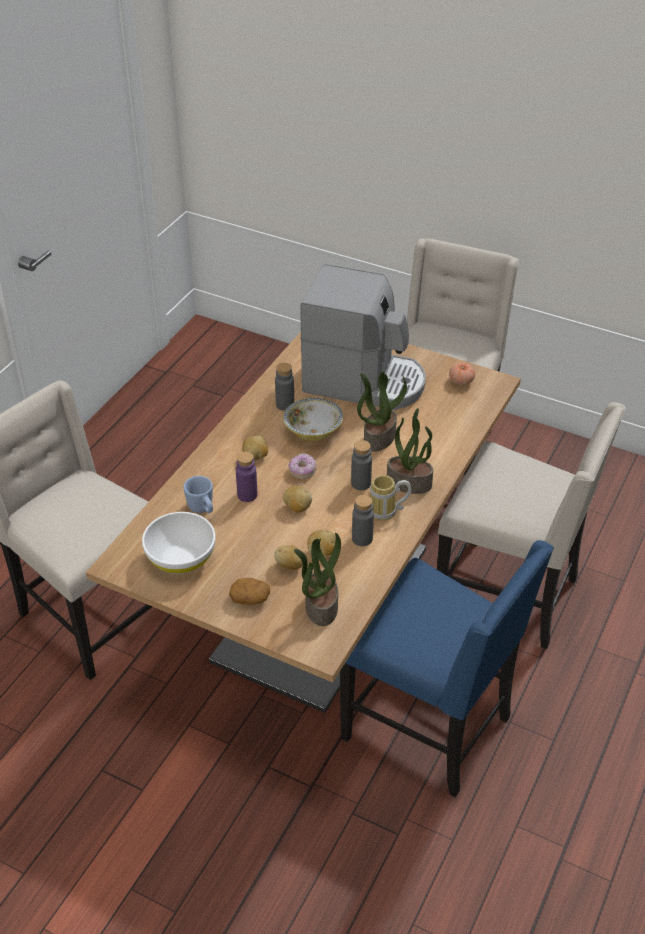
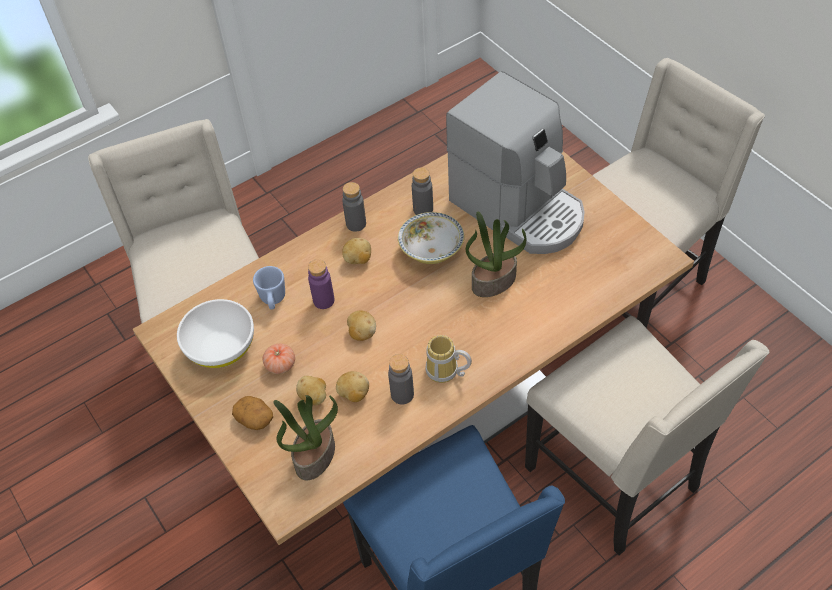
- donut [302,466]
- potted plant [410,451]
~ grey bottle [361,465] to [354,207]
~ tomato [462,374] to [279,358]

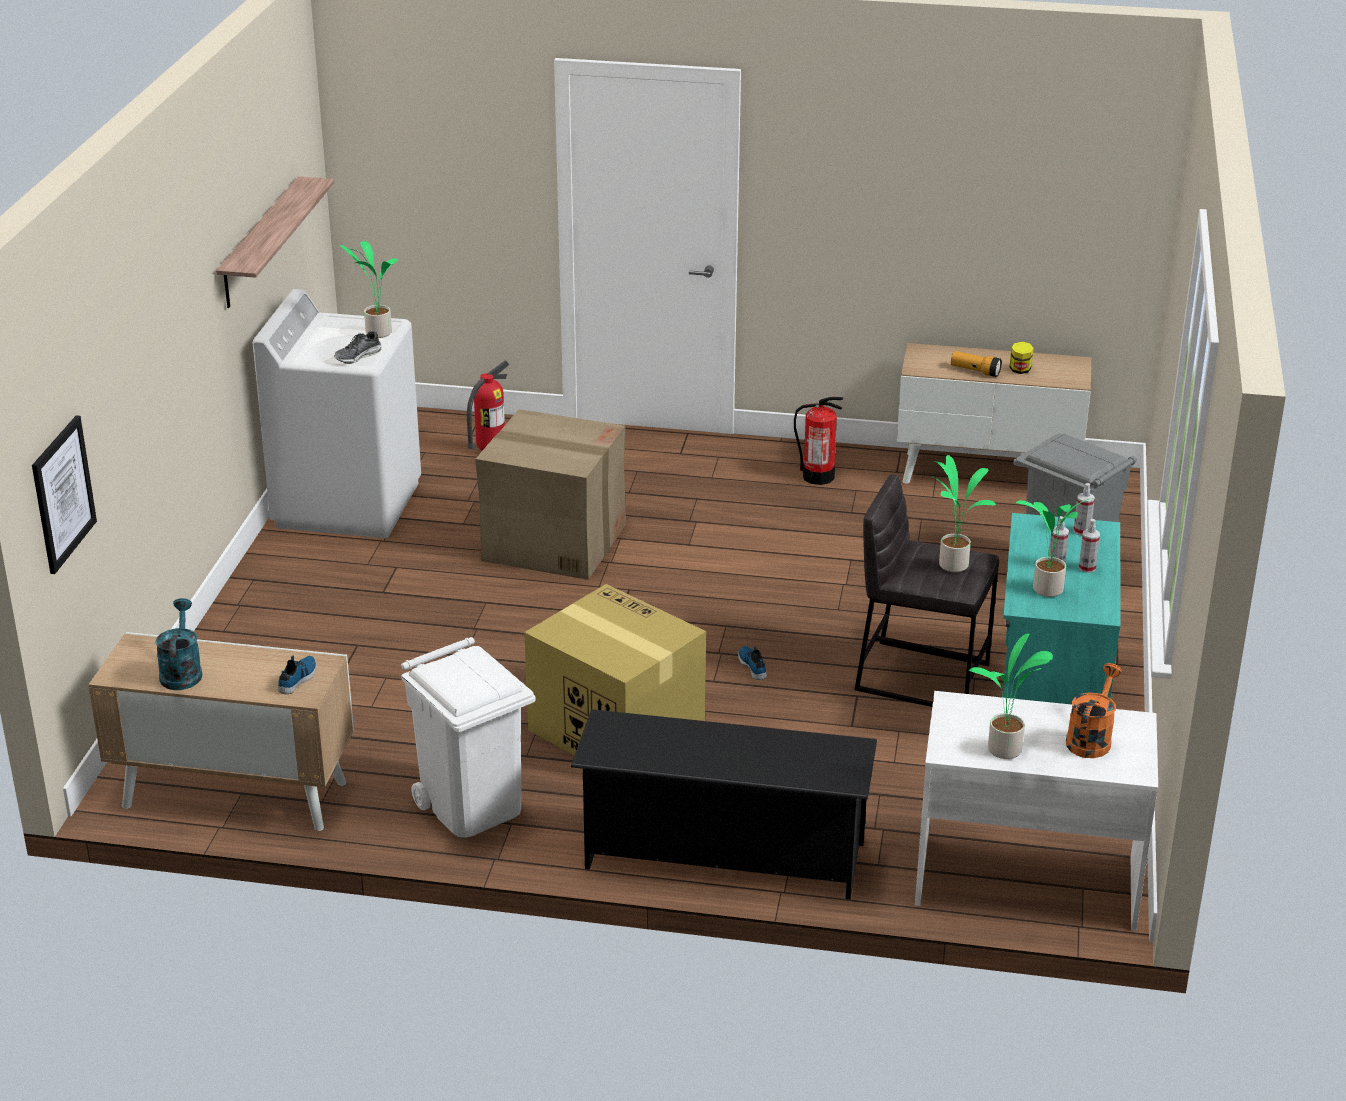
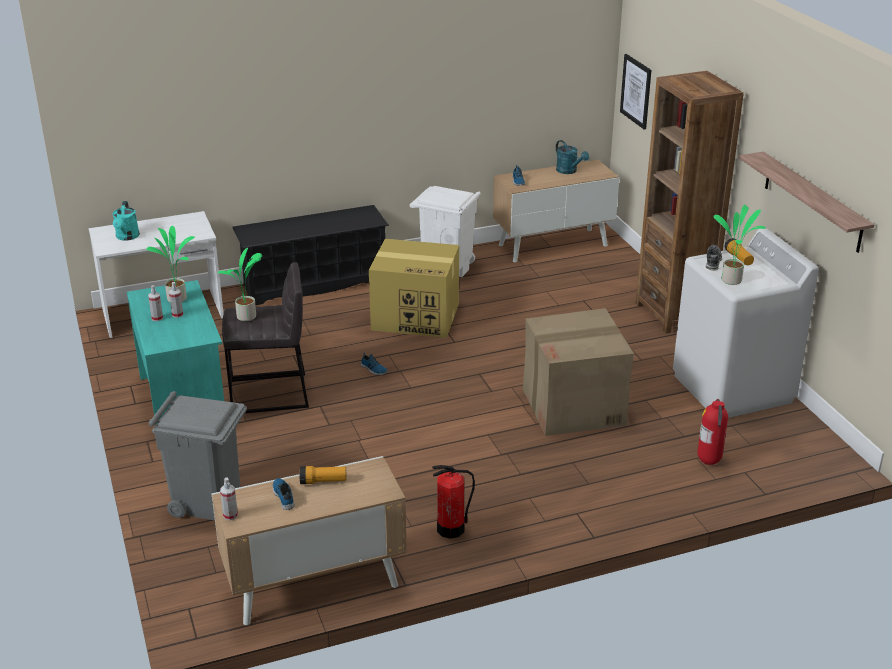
- potted plant [1011,696]
+ brown bookcase [690,202]
+ flashlight [739,251]
~ spray bottle [1084,509] to [229,498]
~ jar [1021,357] to shoe [284,494]
~ orange watering can [1094,710] to turquoise watering can [126,221]

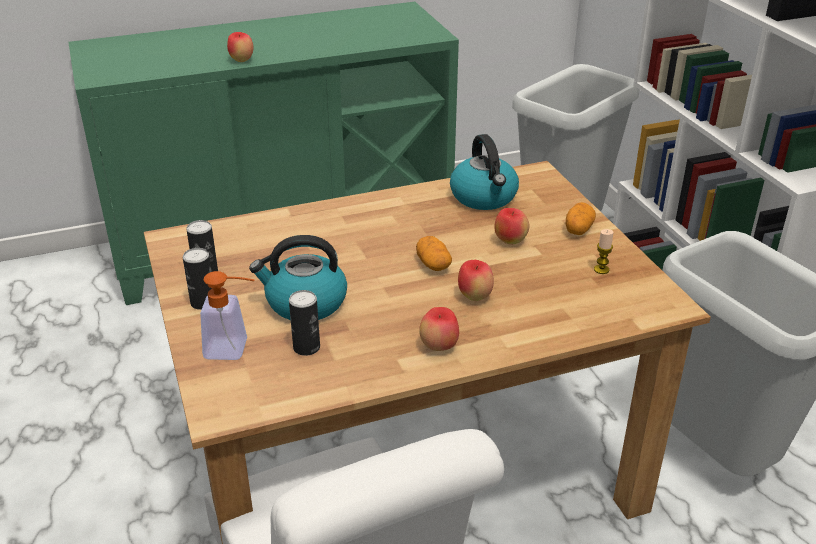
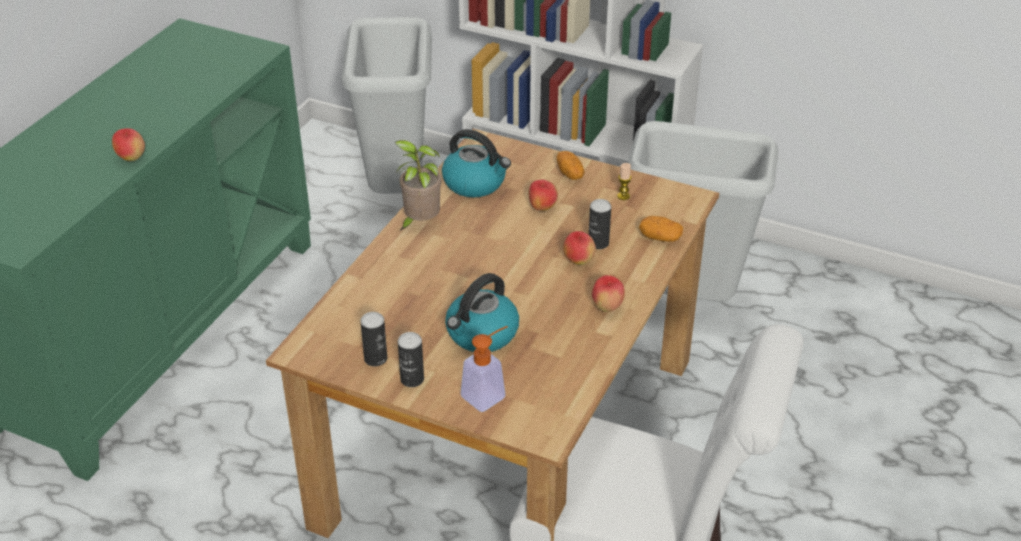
+ potted plant [416,185]
~ can [304,323] to [600,224]
~ potato [434,253] to [661,229]

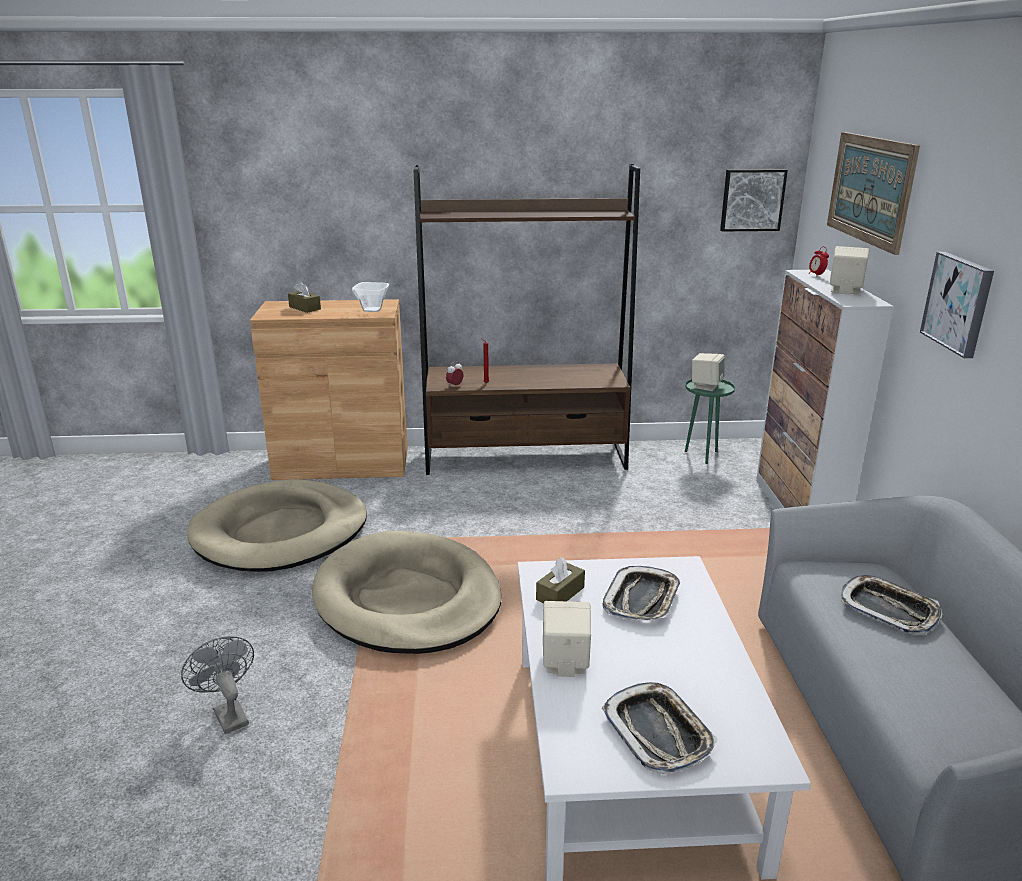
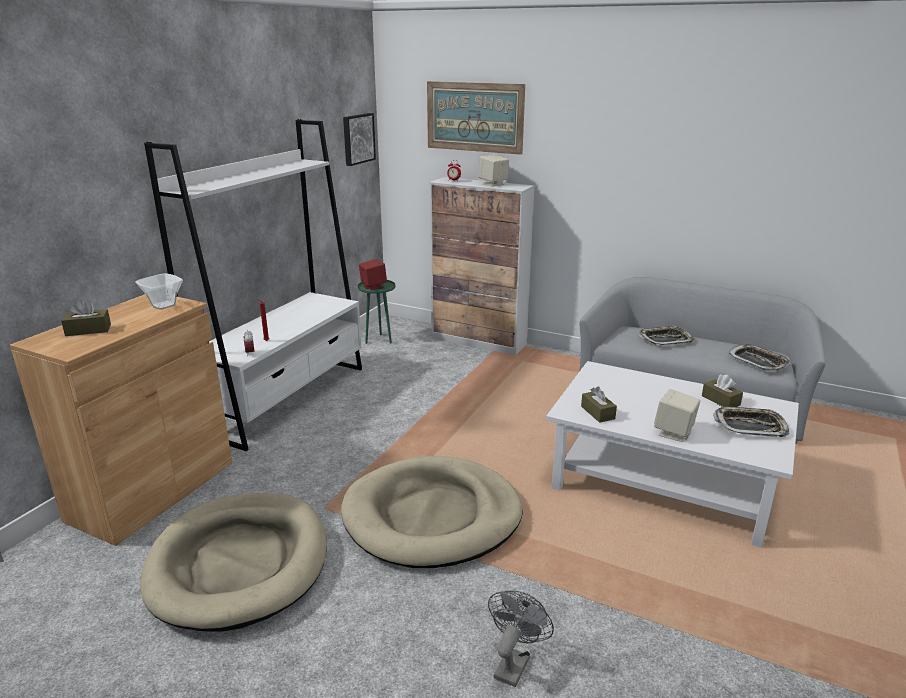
- picture [957,305]
+ brown tissue box [722,390]
~ tray [641,593] to [759,358]
~ brown bookcase [527,319] to white bookcase [253,285]
~ beige speaker [708,372] to red speaker [373,274]
~ grey fan [217,685] = [521,638] 120 degrees clockwise

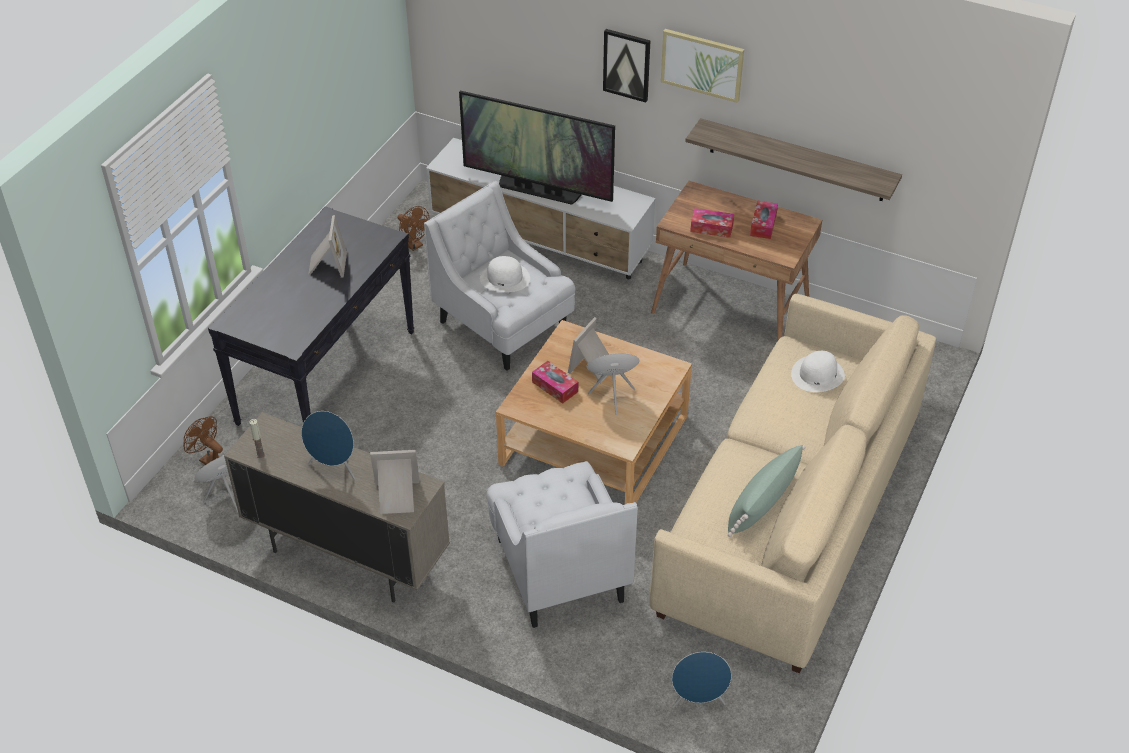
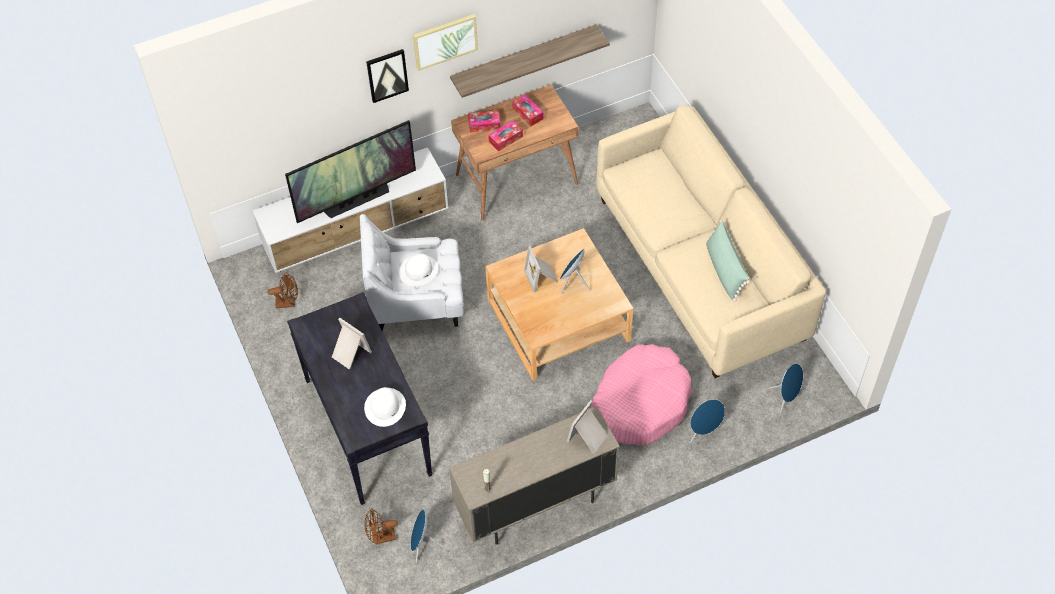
~ blue speaker [328,445] to [707,420]
~ tissue box [555,382] to [484,121]
~ white hat [818,371] to [385,407]
~ white armchair [562,544] to pink dog bed [641,394]

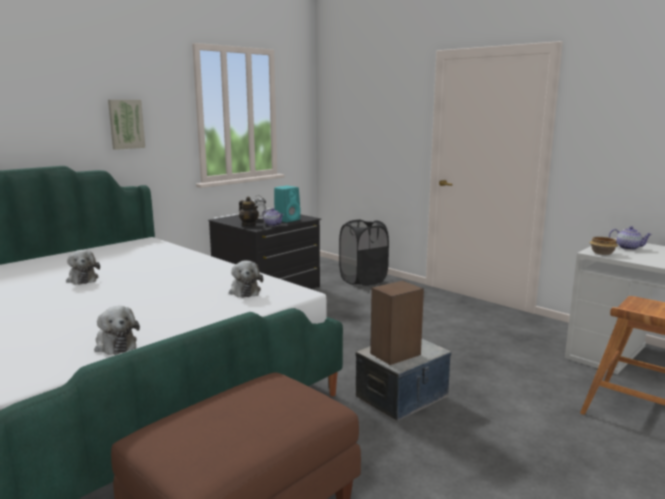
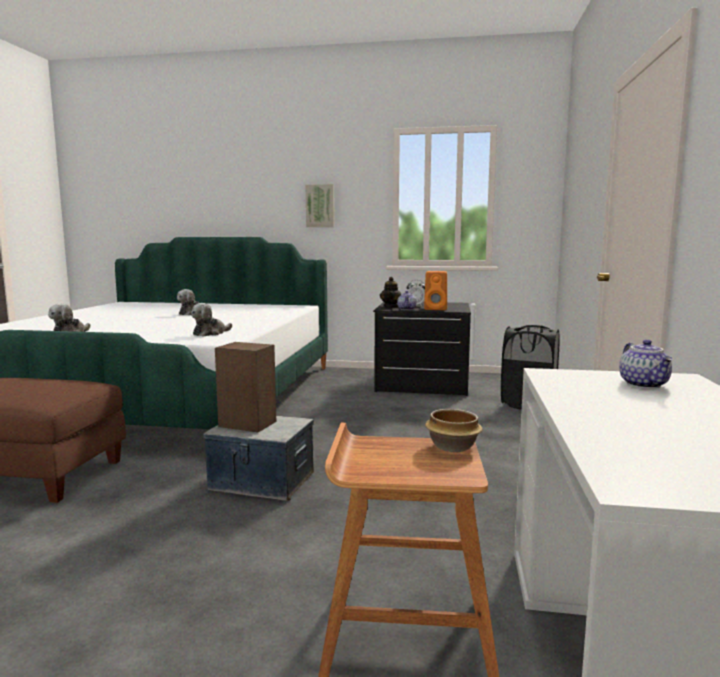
~ bowl [603,245] to [454,430]
~ turquoise speaker [287,204] to orange speaker [435,290]

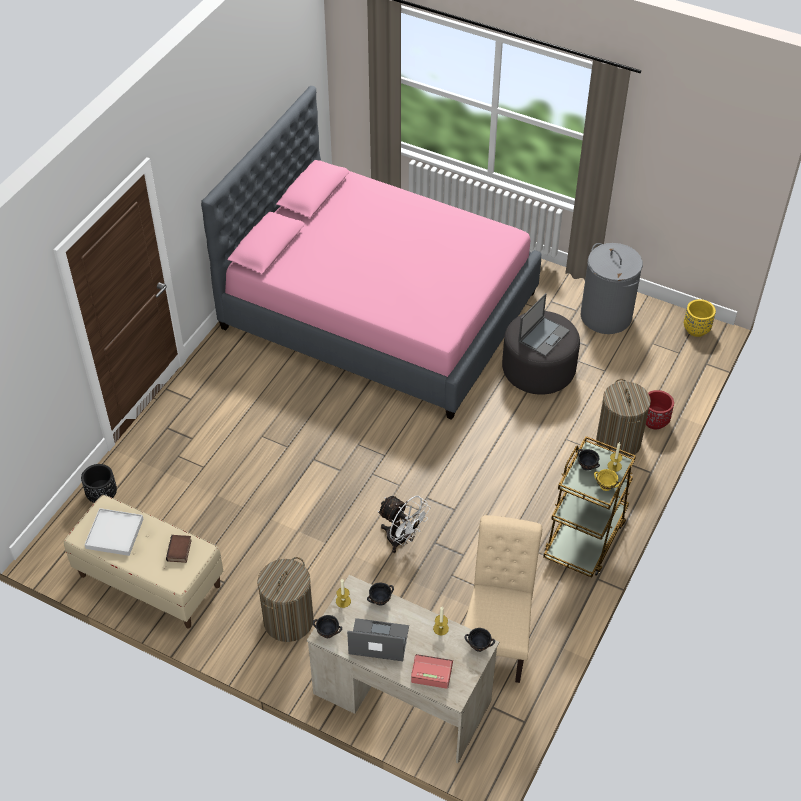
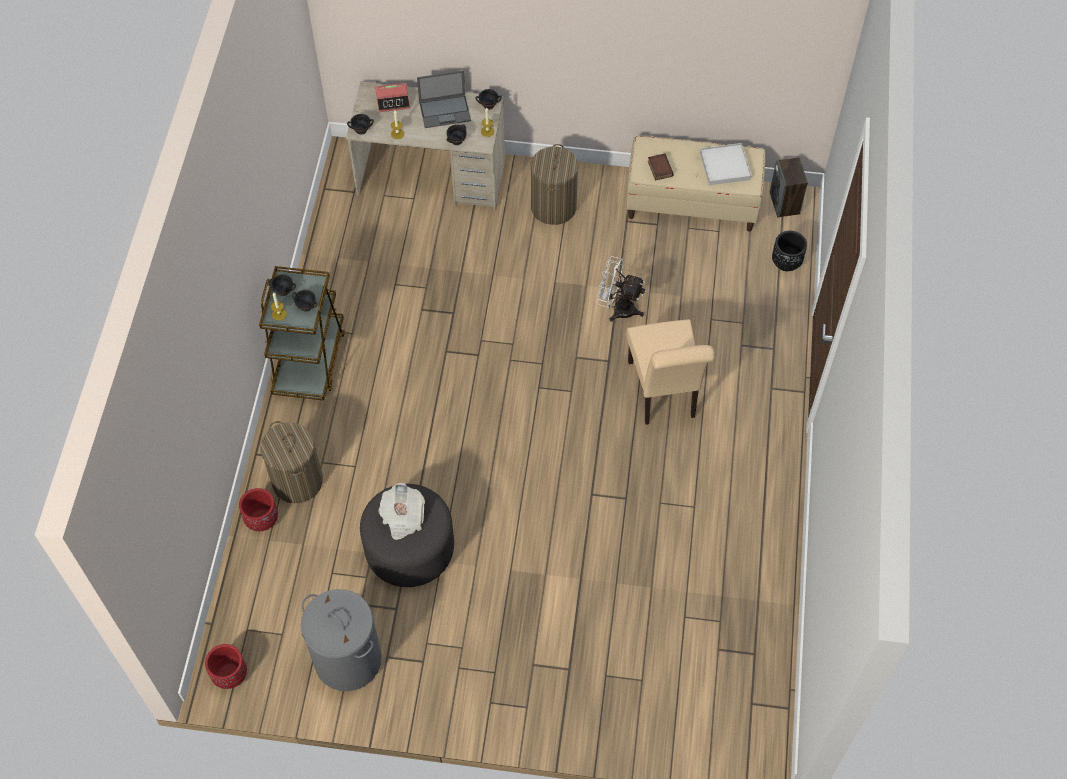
- pink bed [371,253]
+ speaker [789,187]
~ white fan [403,524] to [621,289]
~ beige chair [503,599] to [670,372]
~ laptop [544,324] to newspaper [401,511]
~ yellow bowl [607,480] to black bowl [282,285]
~ yellow planter [700,318] to red planter [226,666]

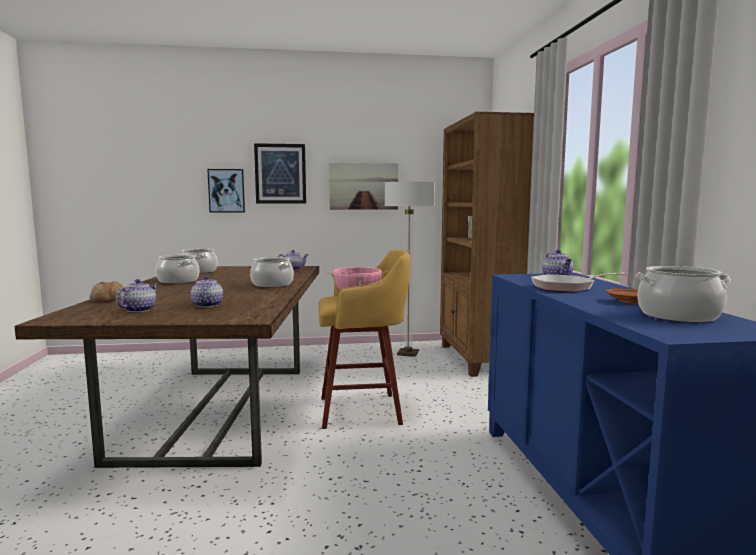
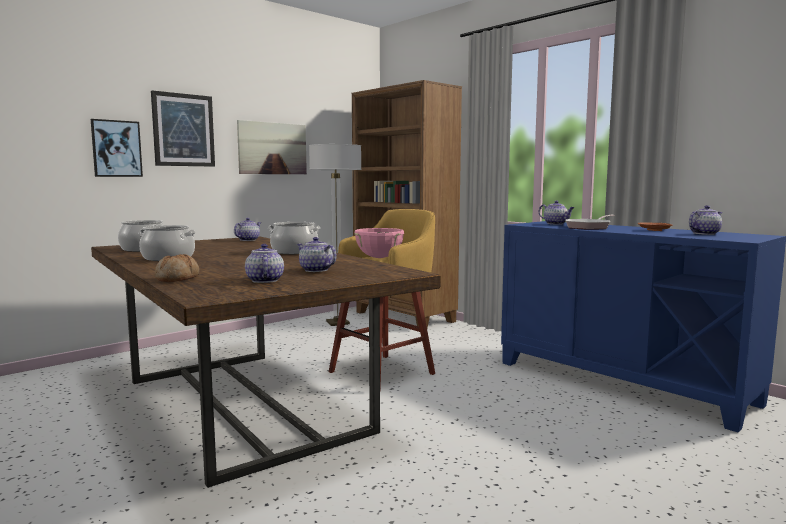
~ cooking pot [683,294] to teapot [706,220]

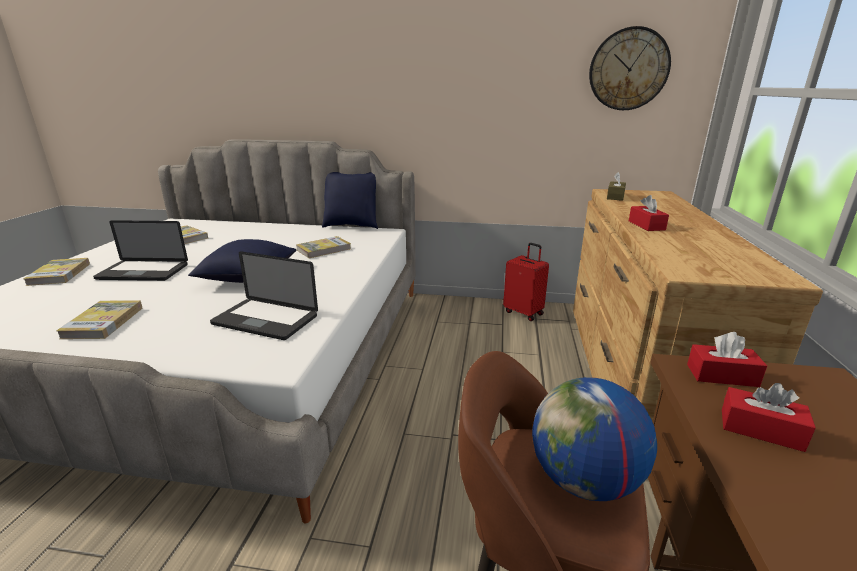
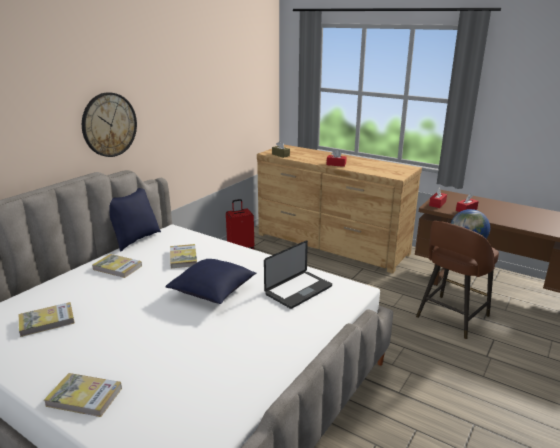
- laptop [140,250]
~ book [99,319] to [117,266]
~ wall clock [630,68] to [109,124]

